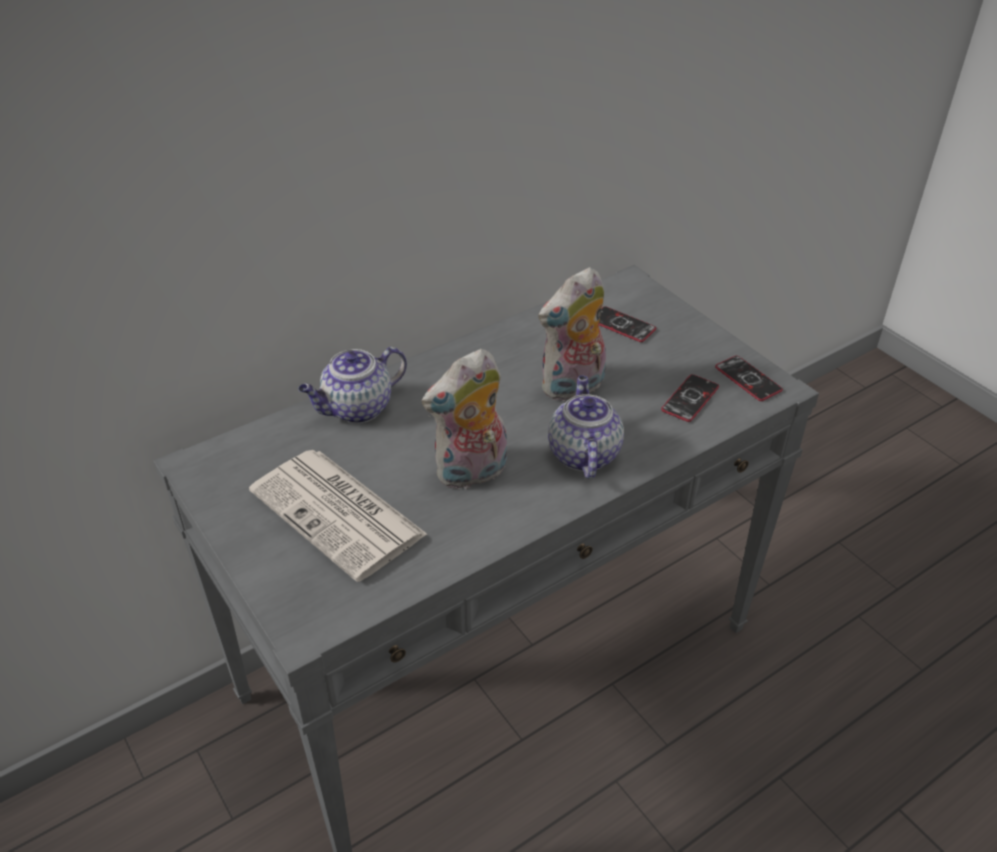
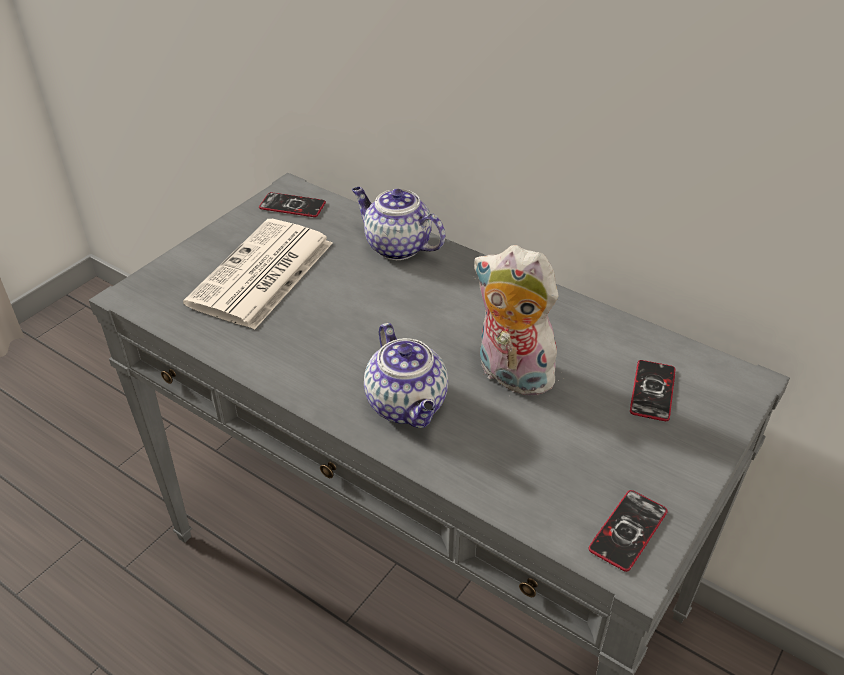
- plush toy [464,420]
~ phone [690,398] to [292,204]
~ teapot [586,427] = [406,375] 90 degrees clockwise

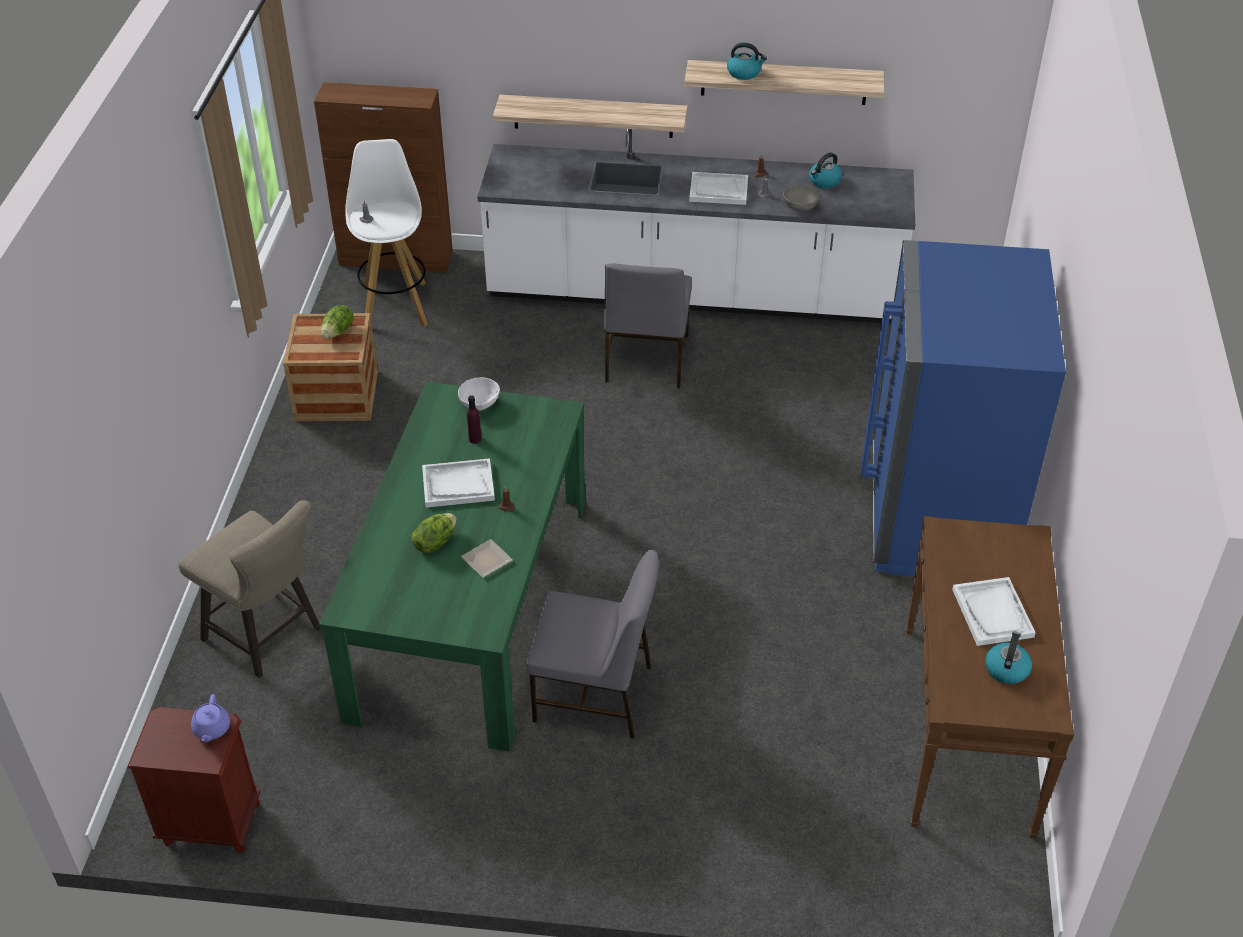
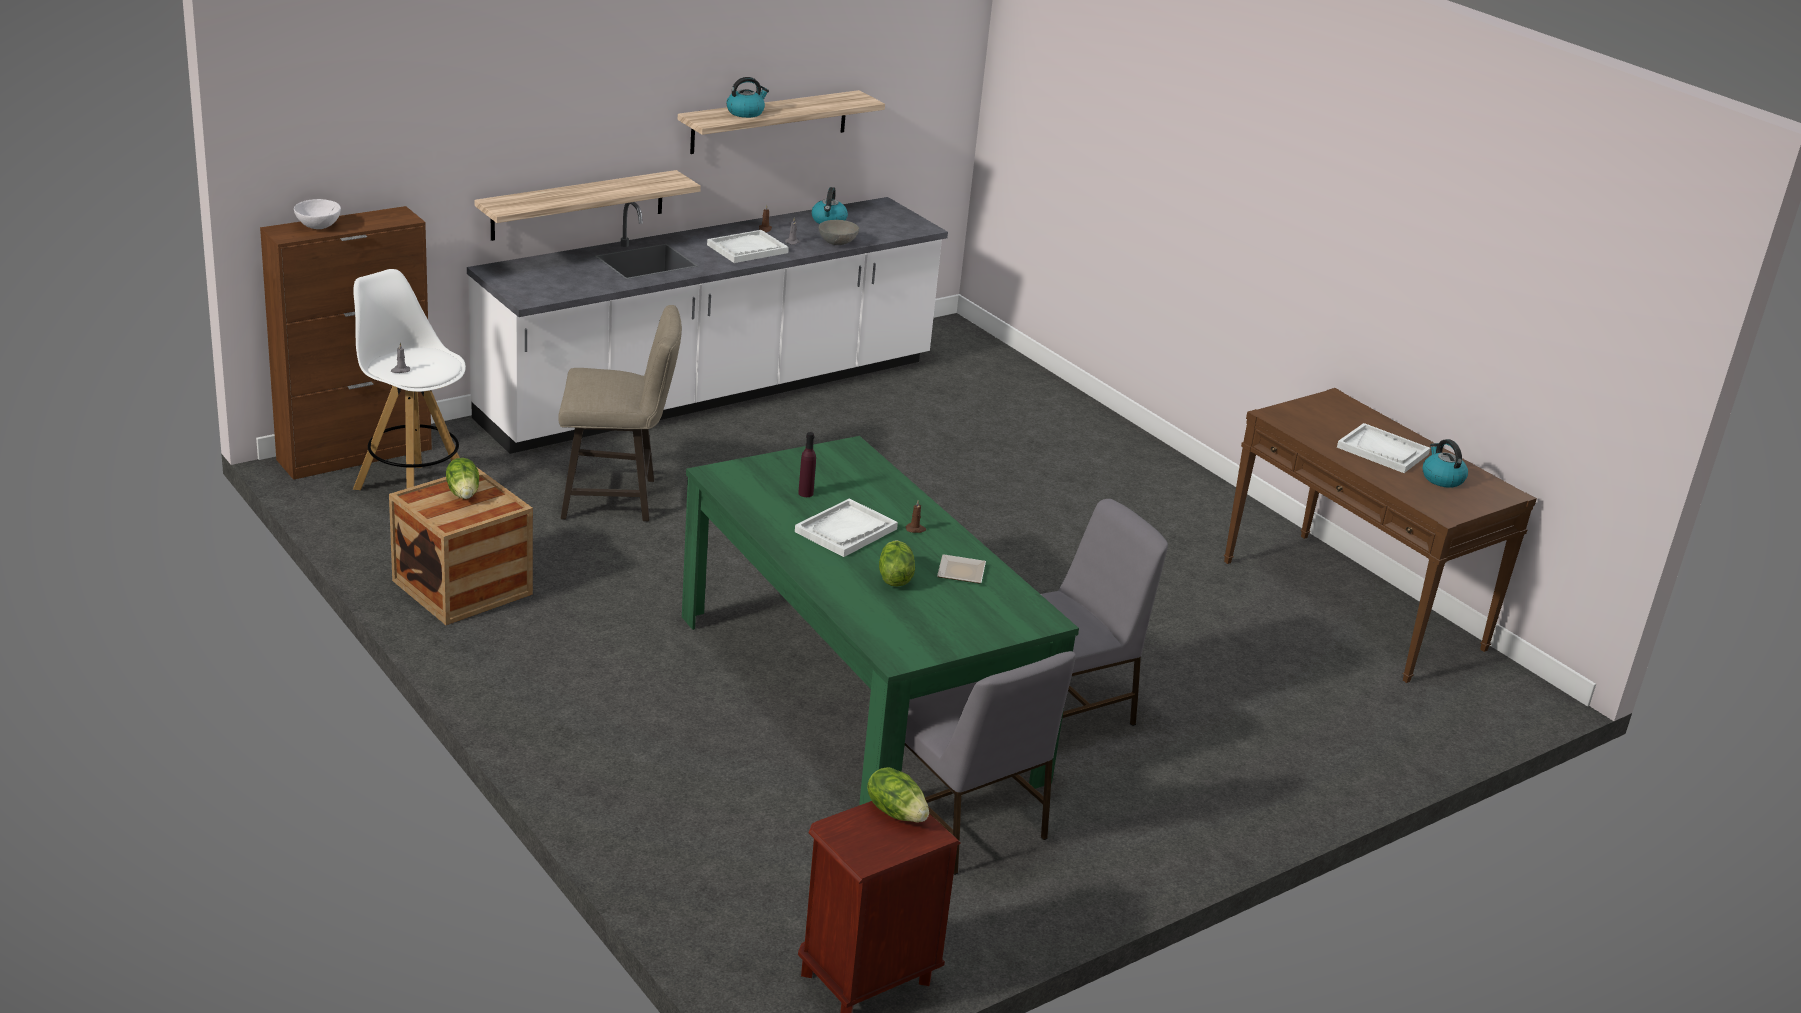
- blue fridge [963,408]
~ beige stool [249,589] to [620,413]
~ white bowl [479,394] to [317,214]
~ grey chair [648,326] to [990,763]
~ purple teapot [210,718] to lettuce [898,794]

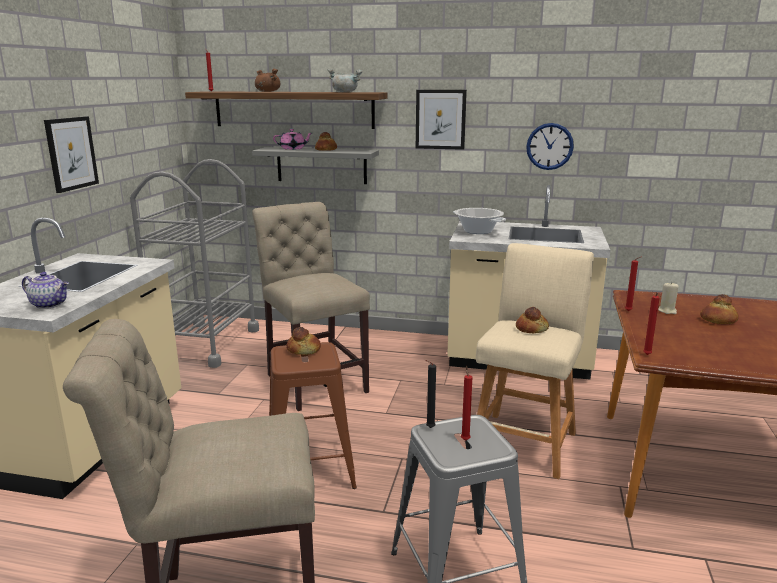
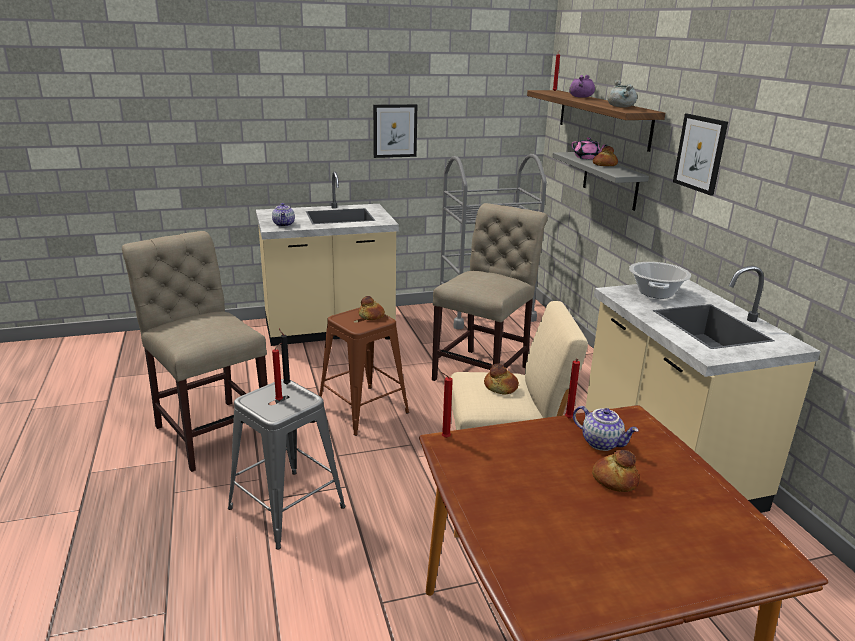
- wall clock [550,146]
~ beige candle [668,298] to teapot [605,428]
~ brown cooking pot [267,80] to purple cooking pot [582,86]

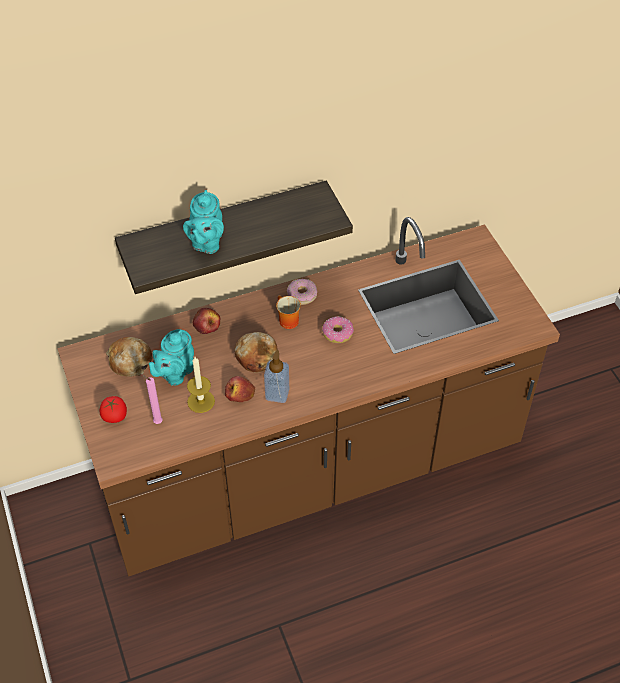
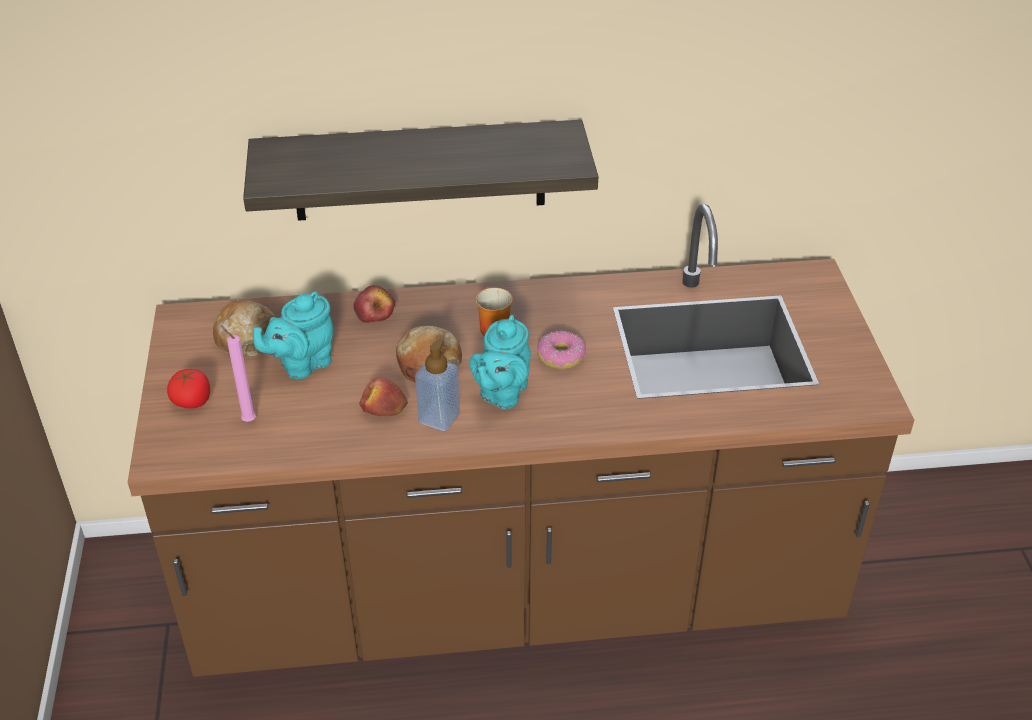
- candle [201,385]
- donut [302,292]
~ turquoise teapot [203,222] to [500,362]

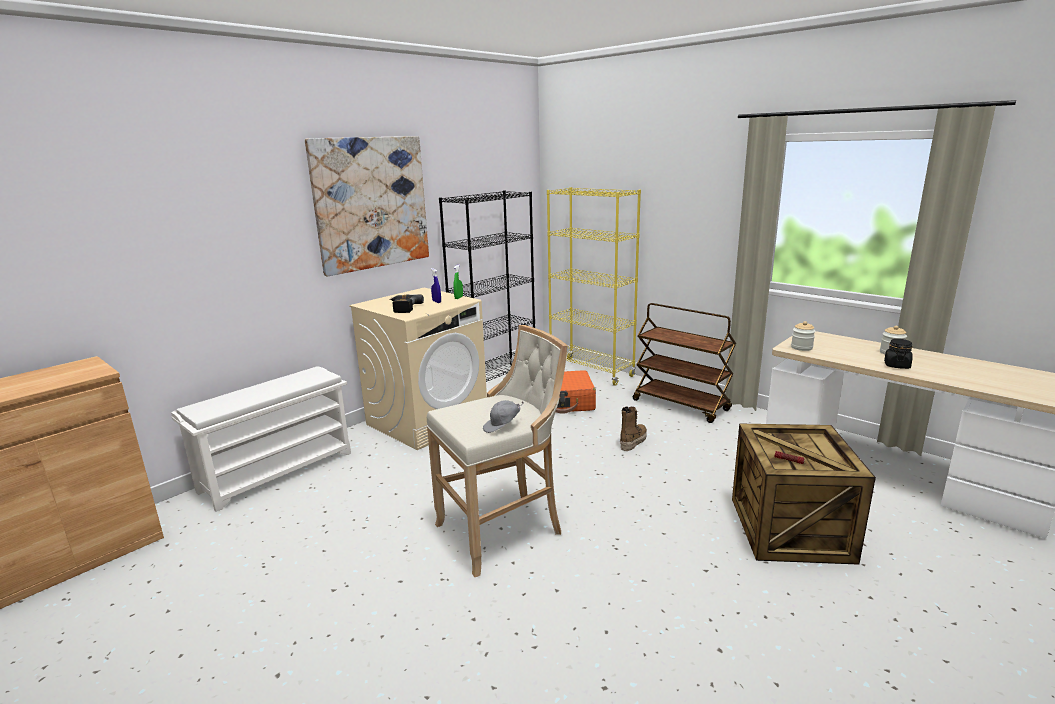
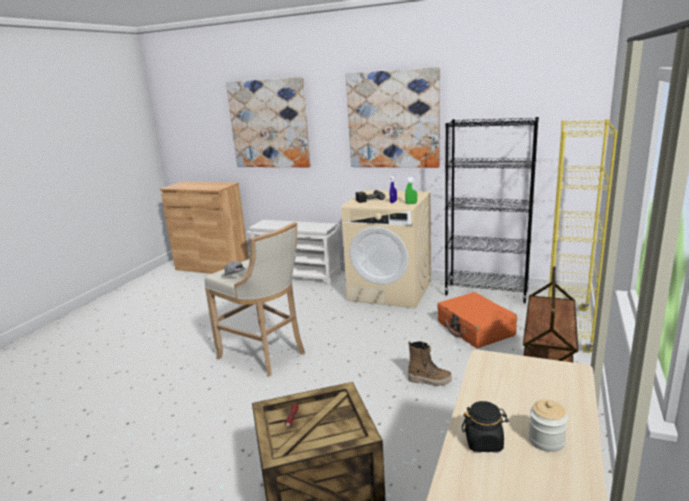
- jar [803,336]
+ picture [268,122]

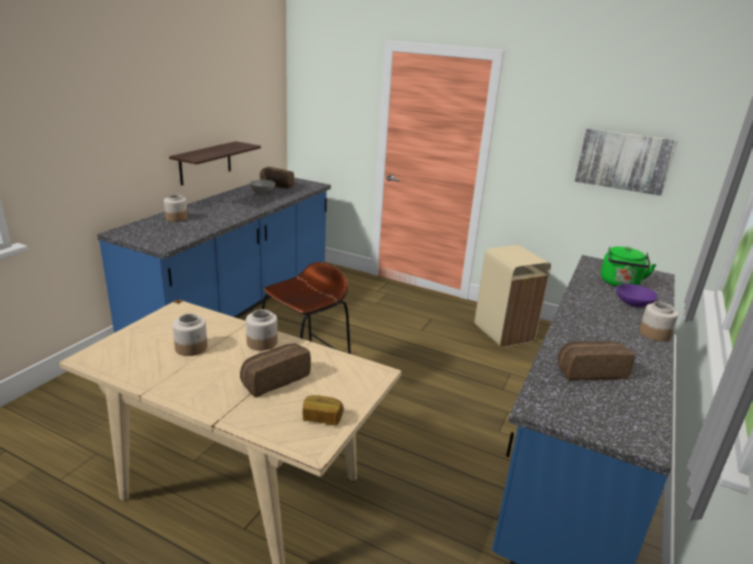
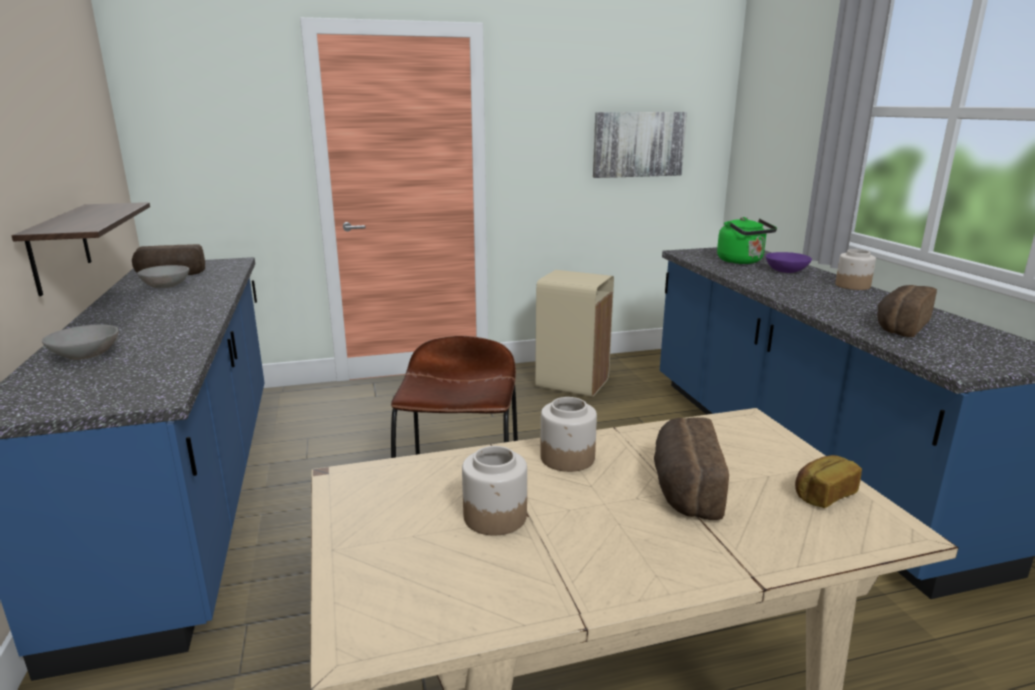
~ jar [176,208] to grey bowl [80,342]

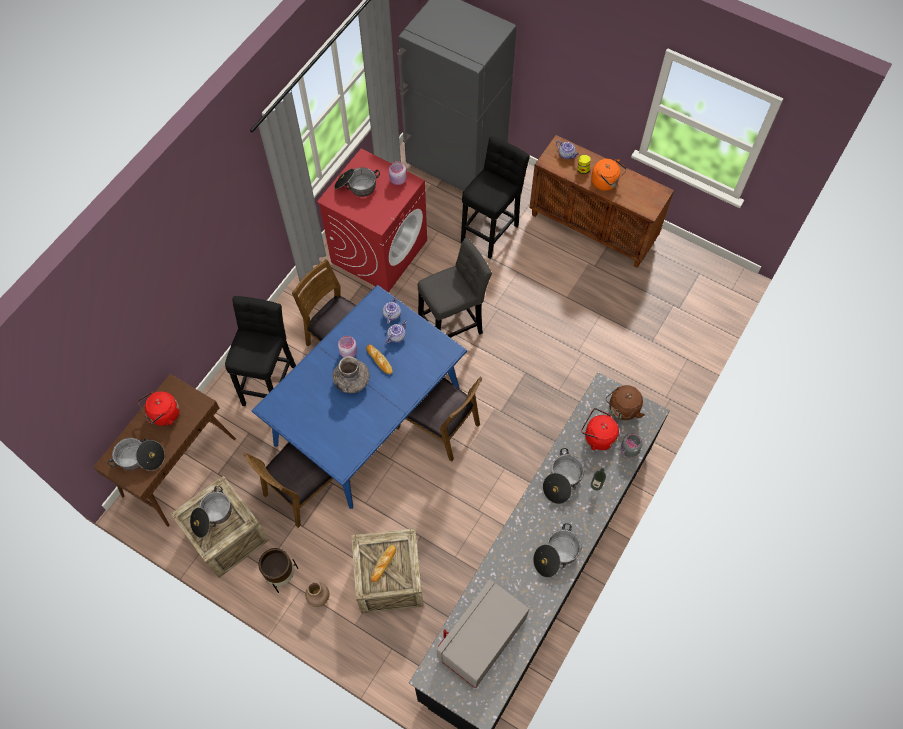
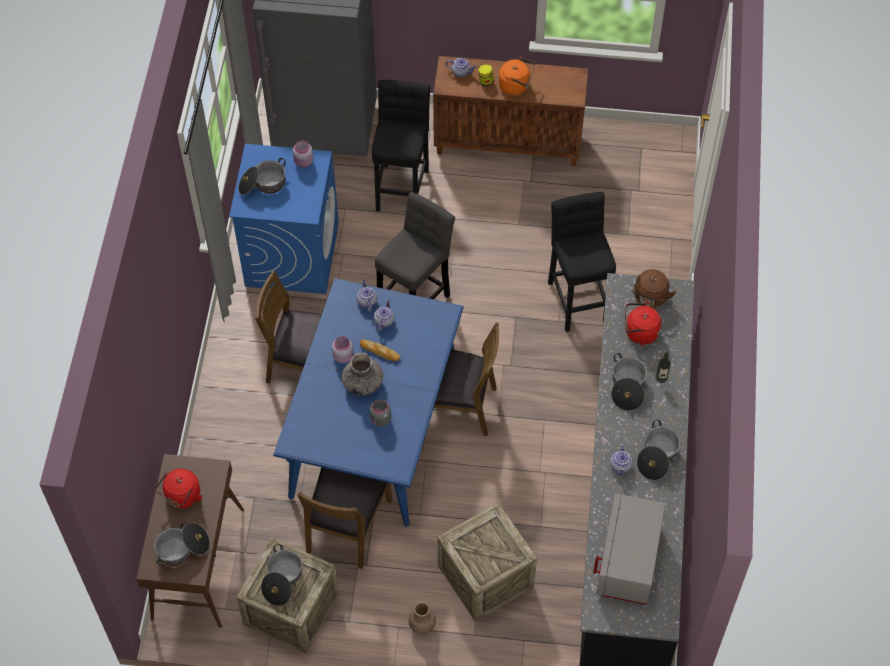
- brown planter [278,570]
- bread [383,563]
+ teapot [621,460]
~ black stool [260,351] to [582,262]
~ grey jar [631,445] to [380,413]
~ red washing machine [372,220] to blue washing machine [284,219]

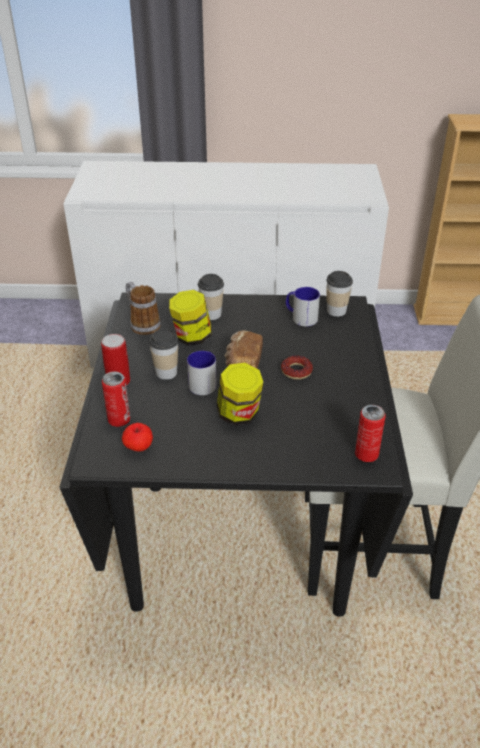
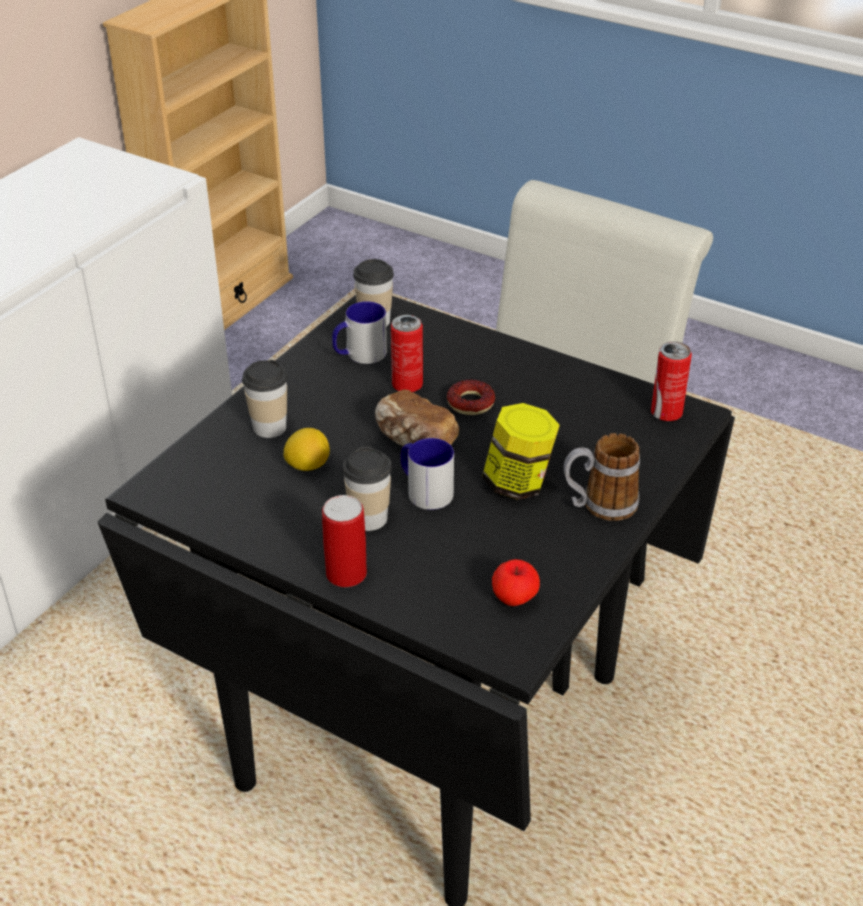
~ can [116,399] to [407,353]
~ mug [143,308] to [602,477]
~ jar [190,318] to lemon [306,449]

